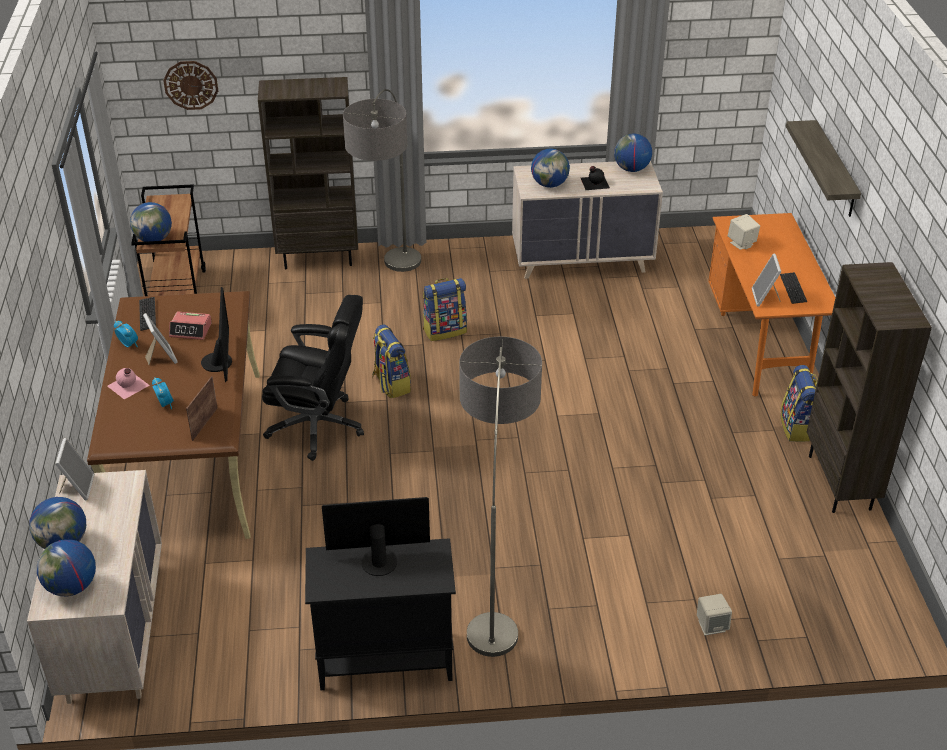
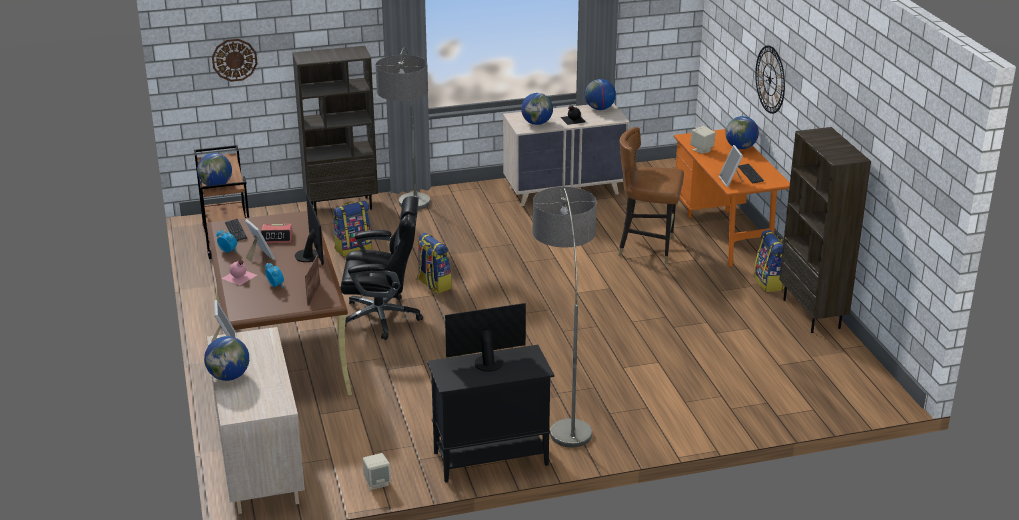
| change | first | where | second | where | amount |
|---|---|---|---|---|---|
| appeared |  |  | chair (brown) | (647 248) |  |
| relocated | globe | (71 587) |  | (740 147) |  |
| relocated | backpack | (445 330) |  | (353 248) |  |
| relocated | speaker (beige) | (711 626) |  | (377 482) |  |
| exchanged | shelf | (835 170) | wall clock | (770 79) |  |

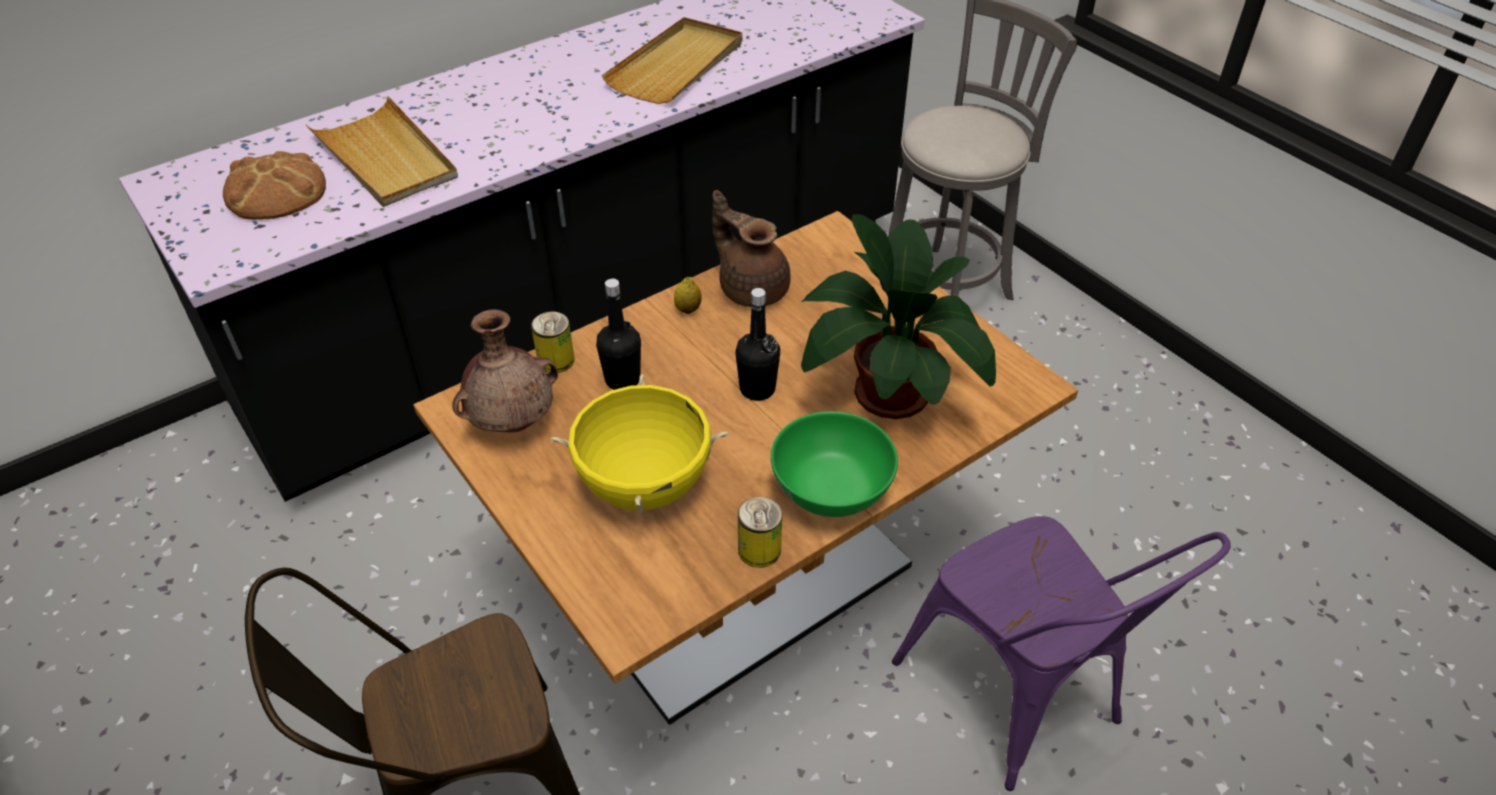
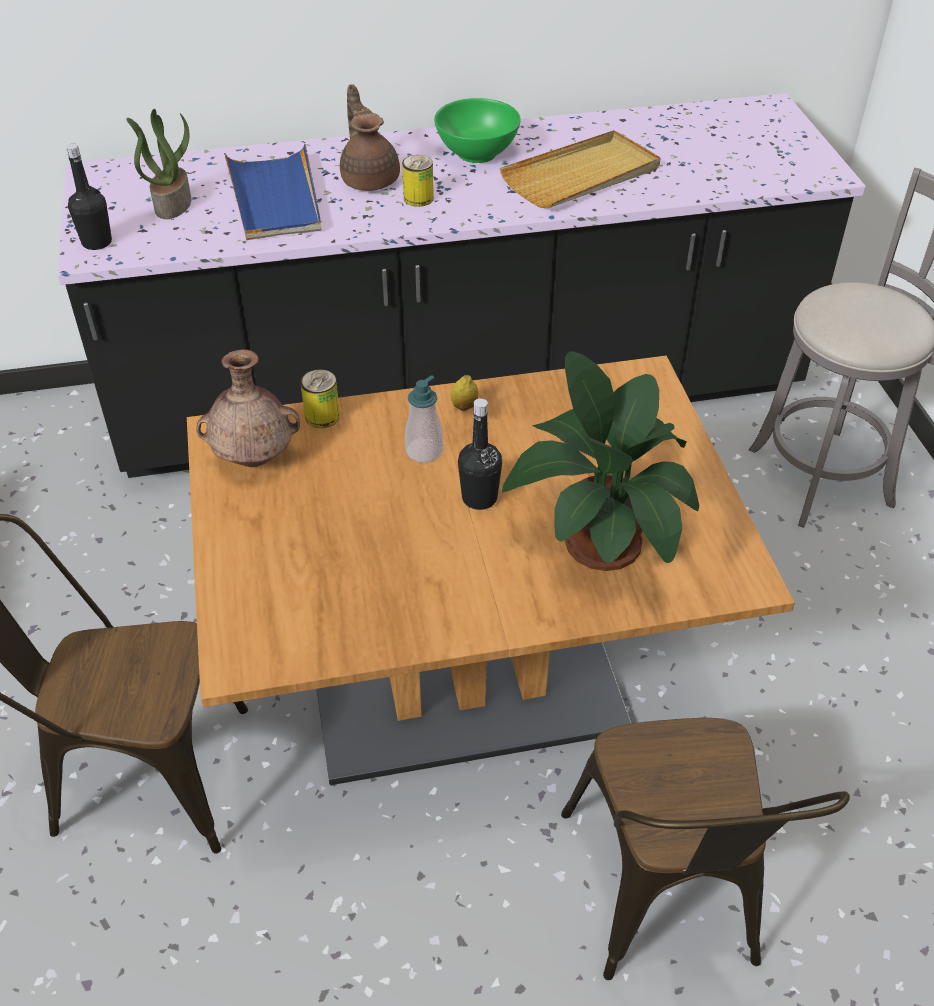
| change | first | where | second | where | amount |
|---|---|---|---|---|---|
| missing | cooking pot (yellow) | (644 485) |  |  |  |
| appeared |  |  | soap dispenser | (424 451) |  |
| relocated | bottle (black) | (622 379) |  | (97 242) |  |
| relocated | teapot (brown) | (752 288) |  | (370 179) |  |
| relocated | can | (759 550) |  | (418 198) |  |
| relocated | bowl (green) | (832 493) |  | (477 153) |  |
| exchanged | bread | (275 191) | potted plant | (172 204) |  |
| colour | tray (beige) | (385 158) | tray (blue) | (275 198) |  |
| colour | chair (purple) | (1020 701) | chair (brown) | (666 901) |  |

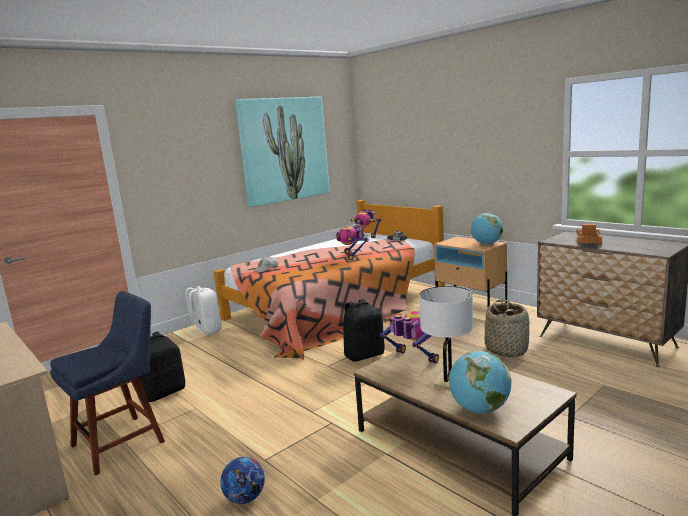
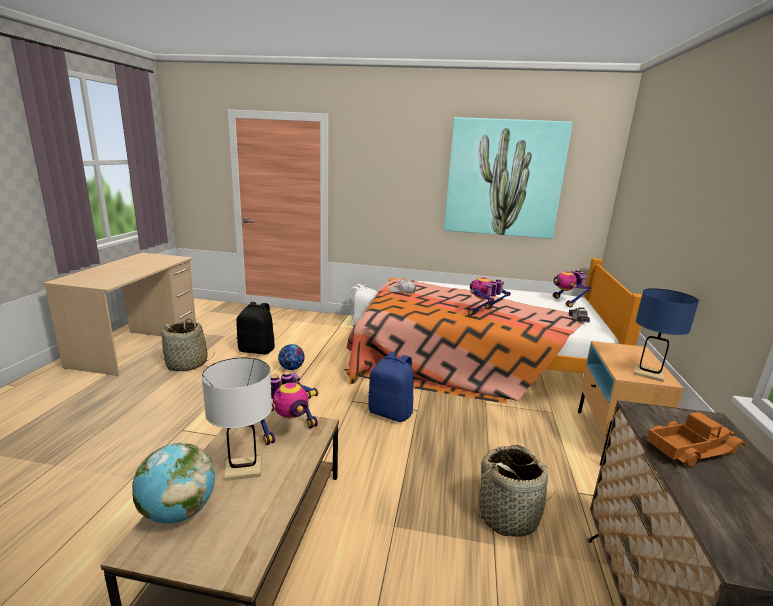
| change | first | where | second | where | amount |
|---|---|---|---|---|---|
| relocated | football | (245 498) |  | (291 368) |  |
| exchanged | chair (blue) | (123 441) | basket | (187 364) |  |
| exchanged | globe | (487 244) | table lamp (blue) | (648 374) |  |
| colour | backpack (black) | (364 355) | backpack (blue) | (391 413) |  |
| spun | toy robot | (412 359) |  | (288 430) | 45 degrees clockwise |

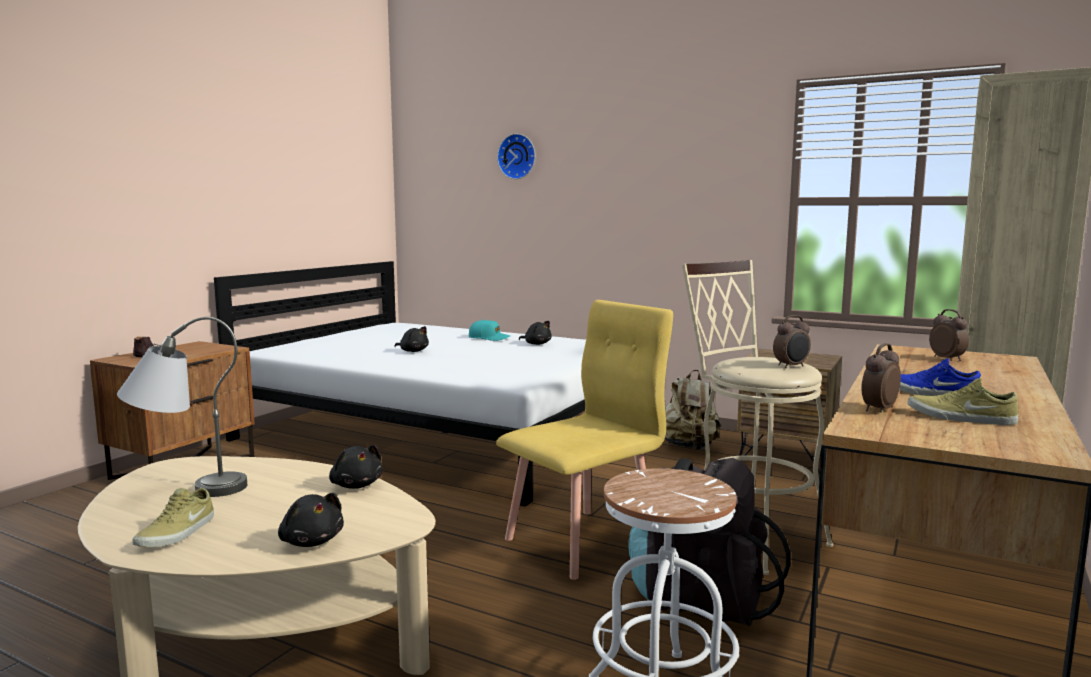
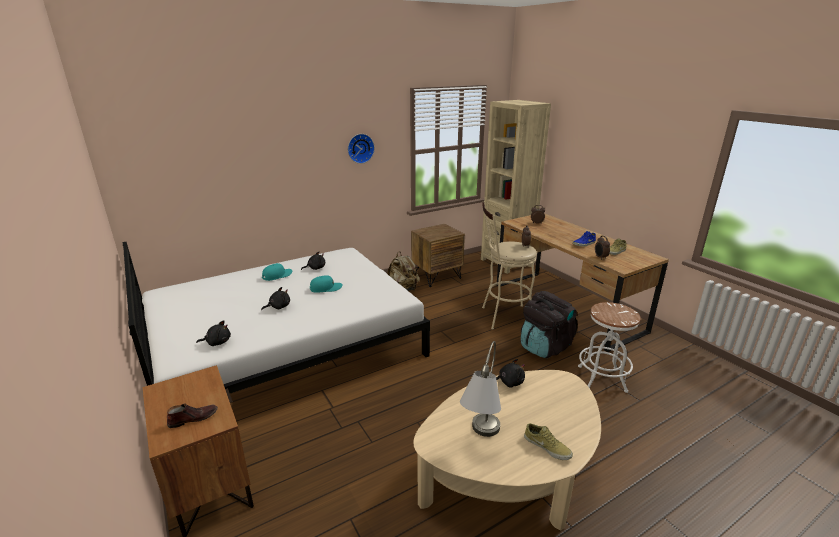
| change | first | where | second | where | amount |
|---|---|---|---|---|---|
| missing | chair (yellow) | (583 542) |  |  |  |
| appeared |  |  | cap (turquoise) | (326 288) |  |
| relocated | plush toy (black) | (311 541) |  | (217 342) |  |
| relocated | wall clock | (518 156) |  | (360 148) |  |

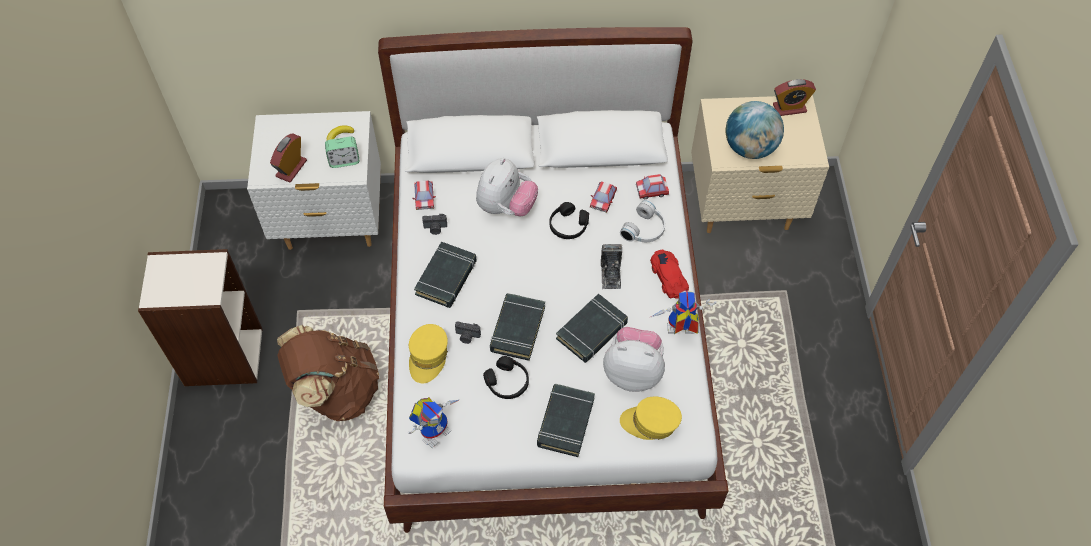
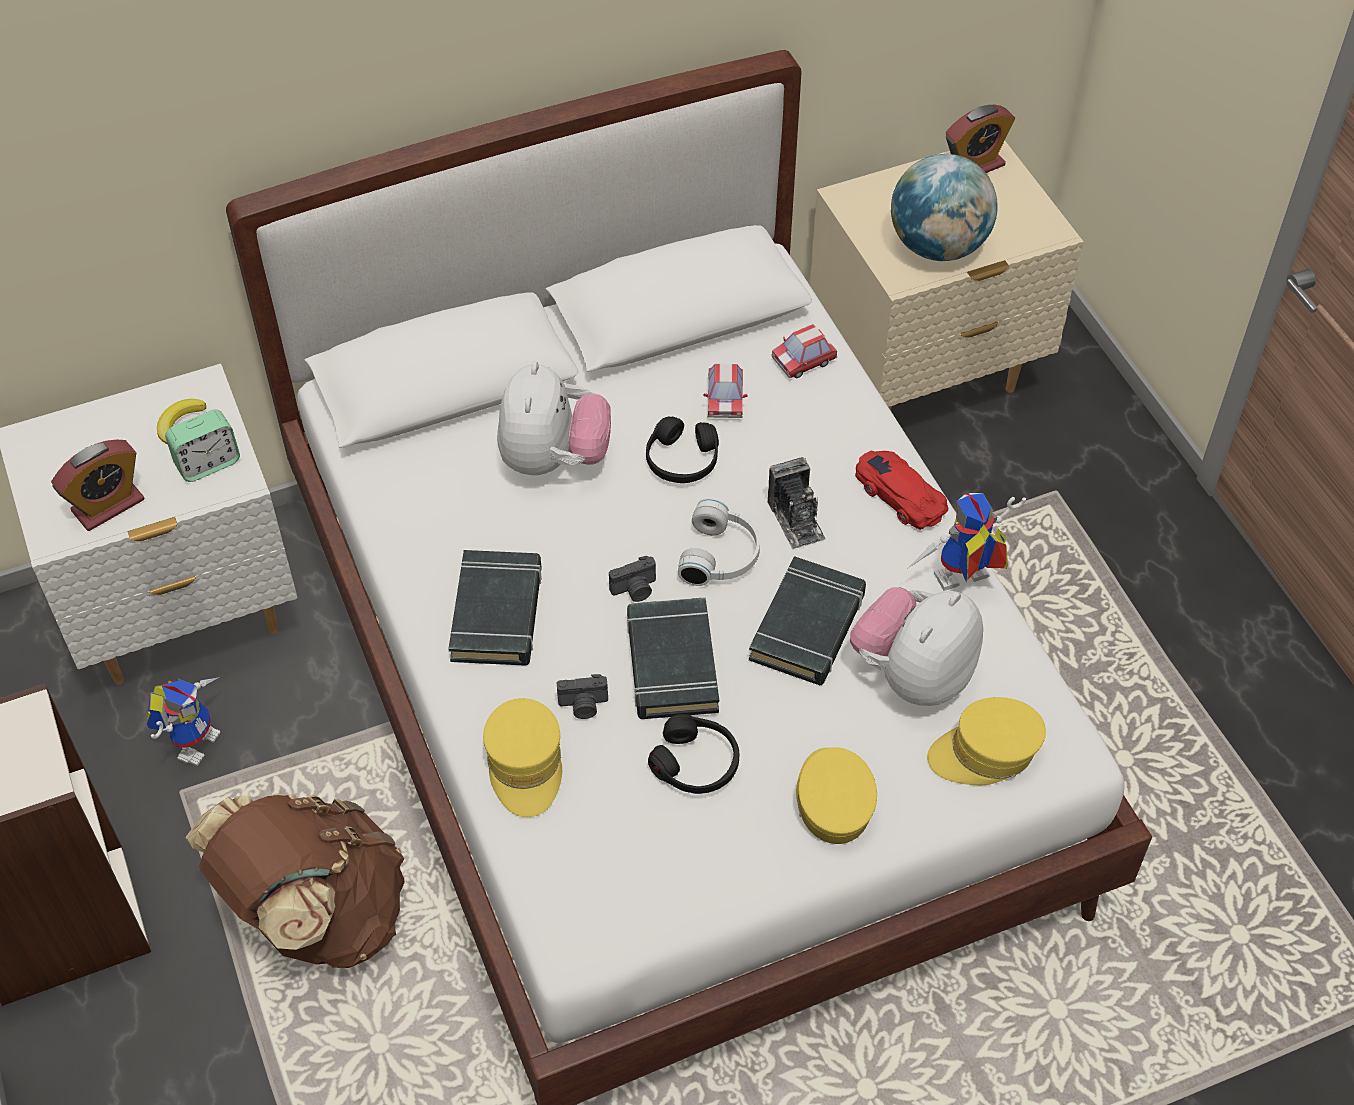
| change | first | where | second | where | amount |
|---|---|---|---|---|---|
| missing | toy car | (424 199) |  |  |  |
| relocated | toy robot | (435 430) |  | (194 740) |  |
| relocated | photo camera | (435 228) |  | (635 590) |  |
| relocated | headphones (white) | (645 230) |  | (722 556) |  |
| exchanged | book (black) | (565 422) | cap (yellow) | (833 801) |  |
| spun | alarm clock | (291 168) |  | (108 505) | 135 degrees counterclockwise |
| spun | plush toy | (633 371) |  | (913 674) | 45 degrees counterclockwise |

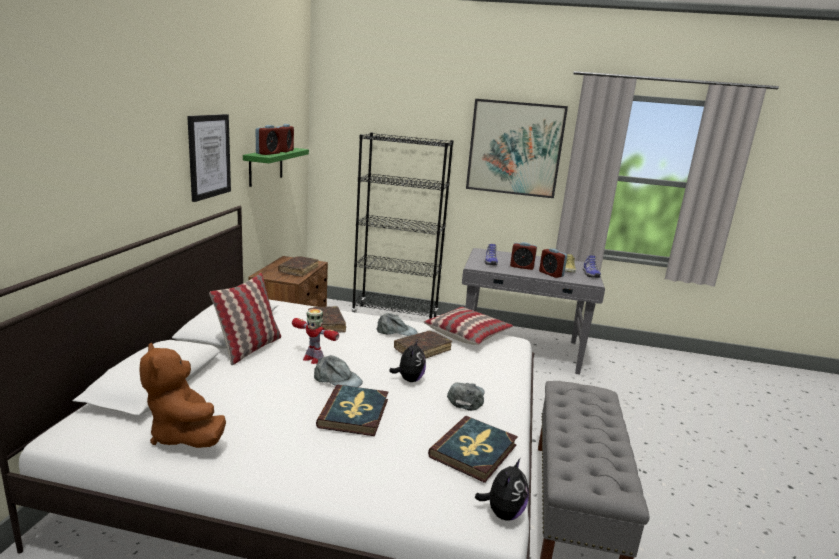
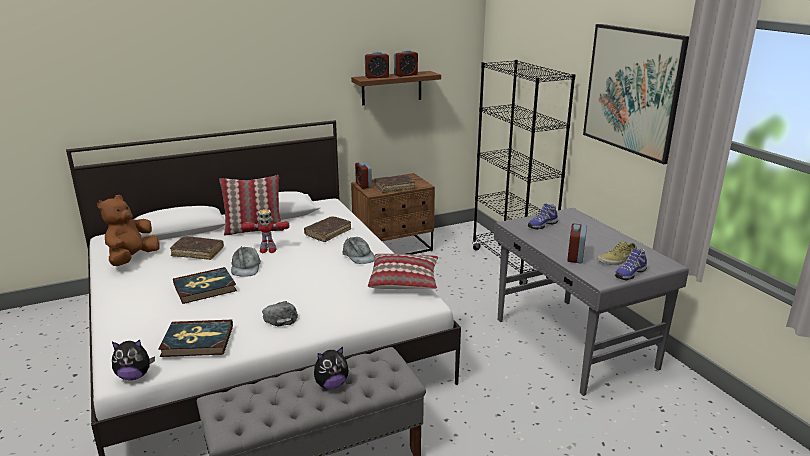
| change | first | where | second | where | amount |
|---|---|---|---|---|---|
| missing | picture | (209 156) |  |  |  |
| relocated | plush toy | (409 379) |  | (331 384) |  |
| relocated | book (brown) | (422 350) |  | (198 252) |  |
| relocated | alarm clock | (521 267) |  | (363 185) |  |
| colour | shelf (green) | (266 166) | shelf (brown) | (391 88) |  |
| spun | toy robot | (313 358) |  | (267 250) | 90 degrees counterclockwise |
| spun | cap (grey) | (466 398) |  | (279 316) | 90 degrees counterclockwise |

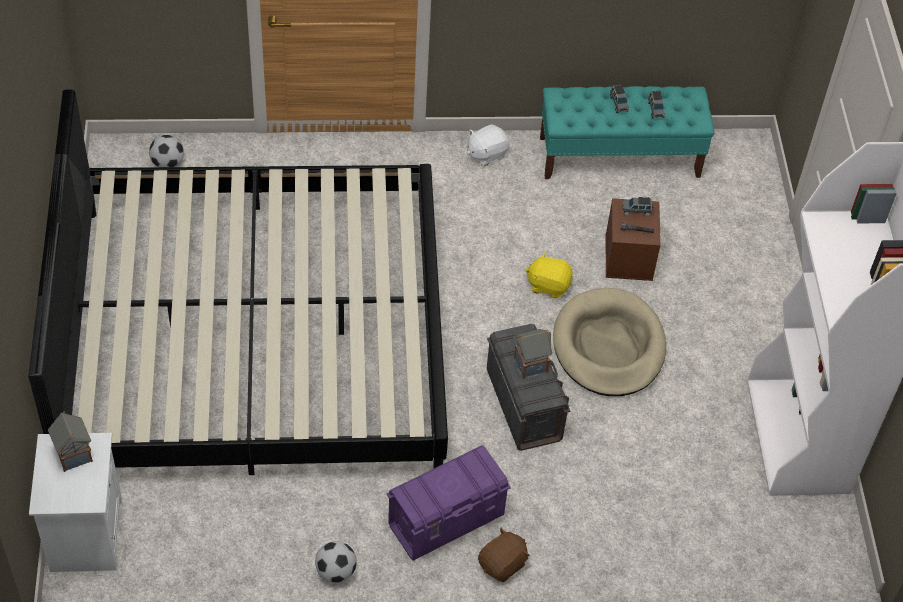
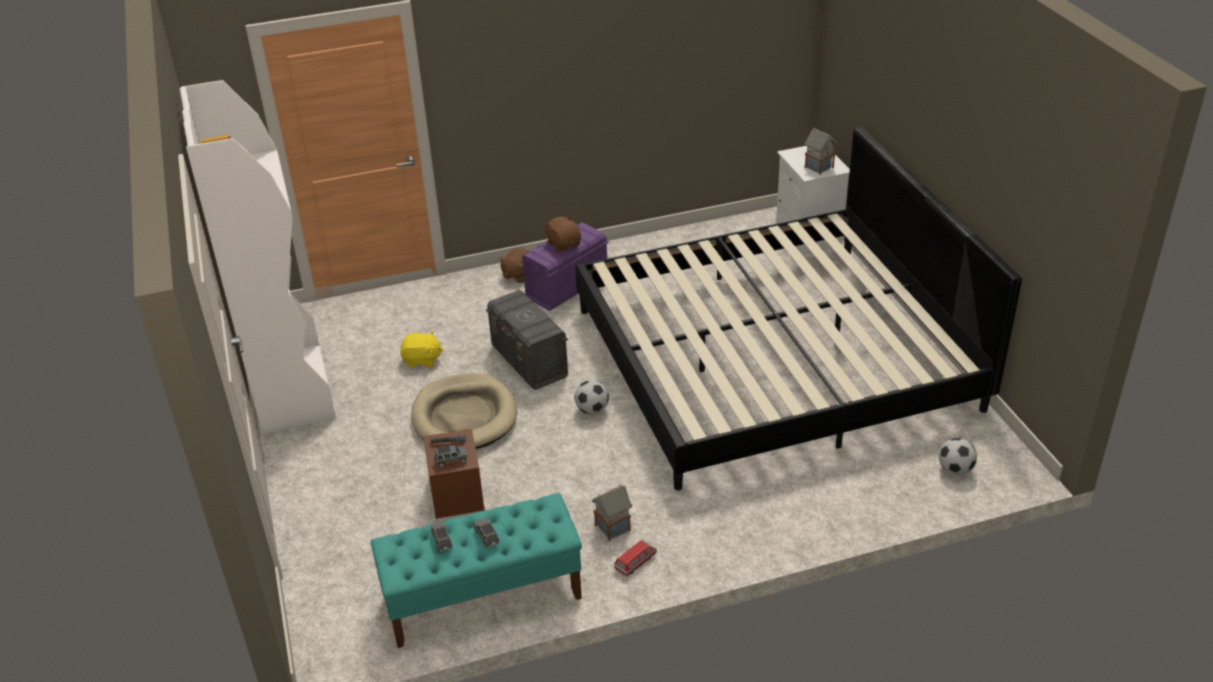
| change | first | where | second | where | amount |
|---|---|---|---|---|---|
| appeared |  |  | plush toy (brown) | (564 244) |  |
| relocated | football | (336 571) |  | (592 410) |  |
| relocated | toy house | (530 365) |  | (613 527) |  |
| relocated | plush toy (yellow) | (548 285) |  | (422 360) |  |
| exchanged | plush toy (white) | (486 154) | toy car | (635 562) |  |

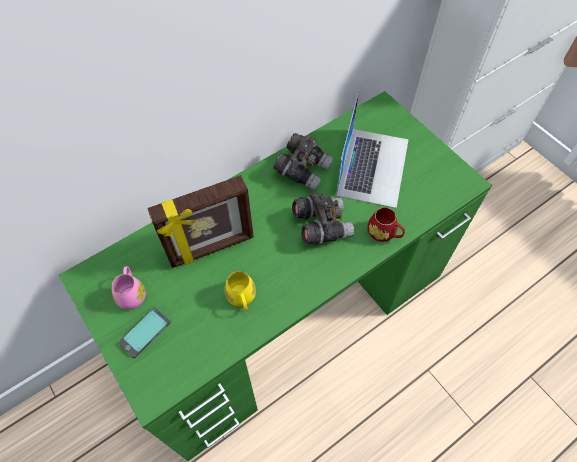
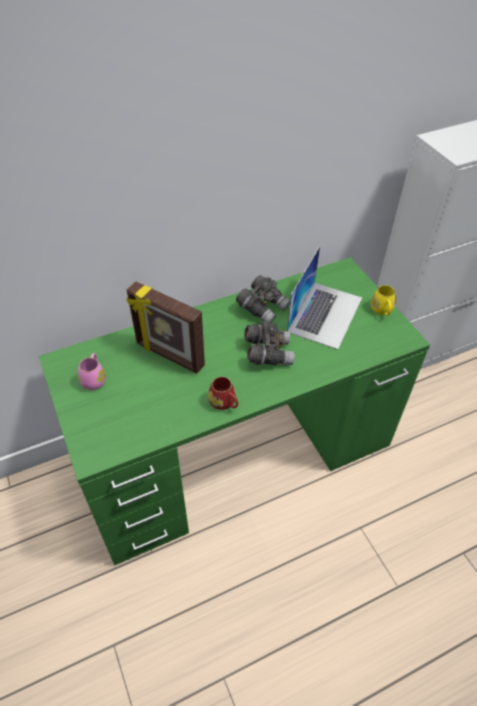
| change | first | where | second | where | amount |
|---|---|---|---|---|---|
| missing | phone | (145 333) |  |  |  |
| relocated | mug (yellow) | (242 298) |  | (382 310) |  |
| relocated | mug (red) | (384 233) |  | (224 403) |  |
| spun | picture frame | (211 248) |  | (169 355) | 45 degrees clockwise |

